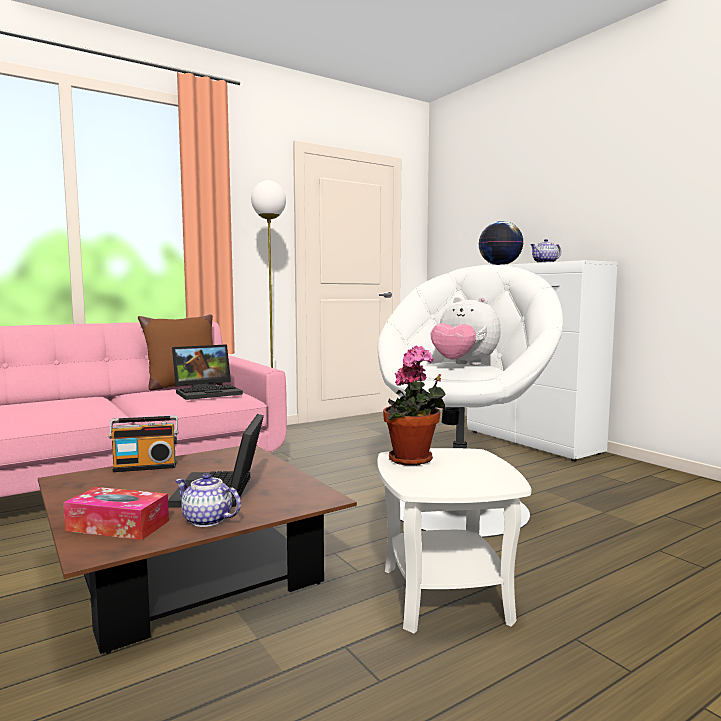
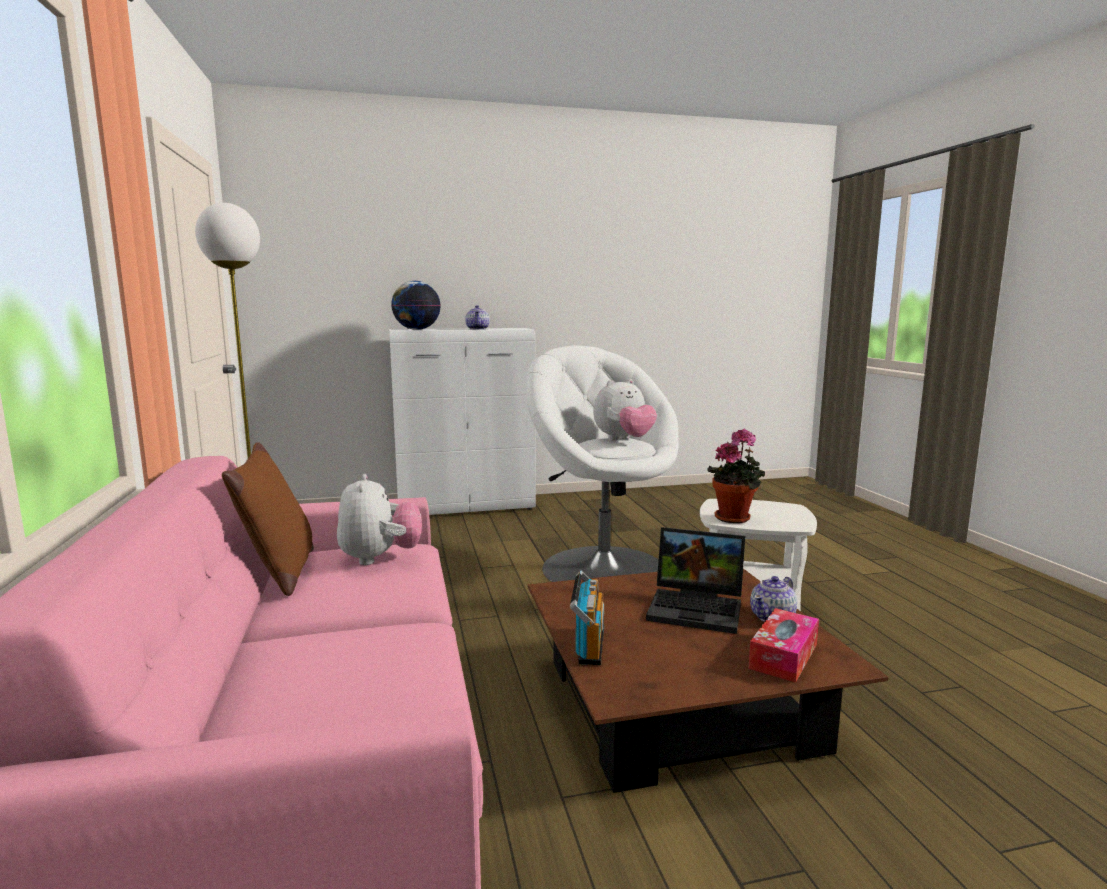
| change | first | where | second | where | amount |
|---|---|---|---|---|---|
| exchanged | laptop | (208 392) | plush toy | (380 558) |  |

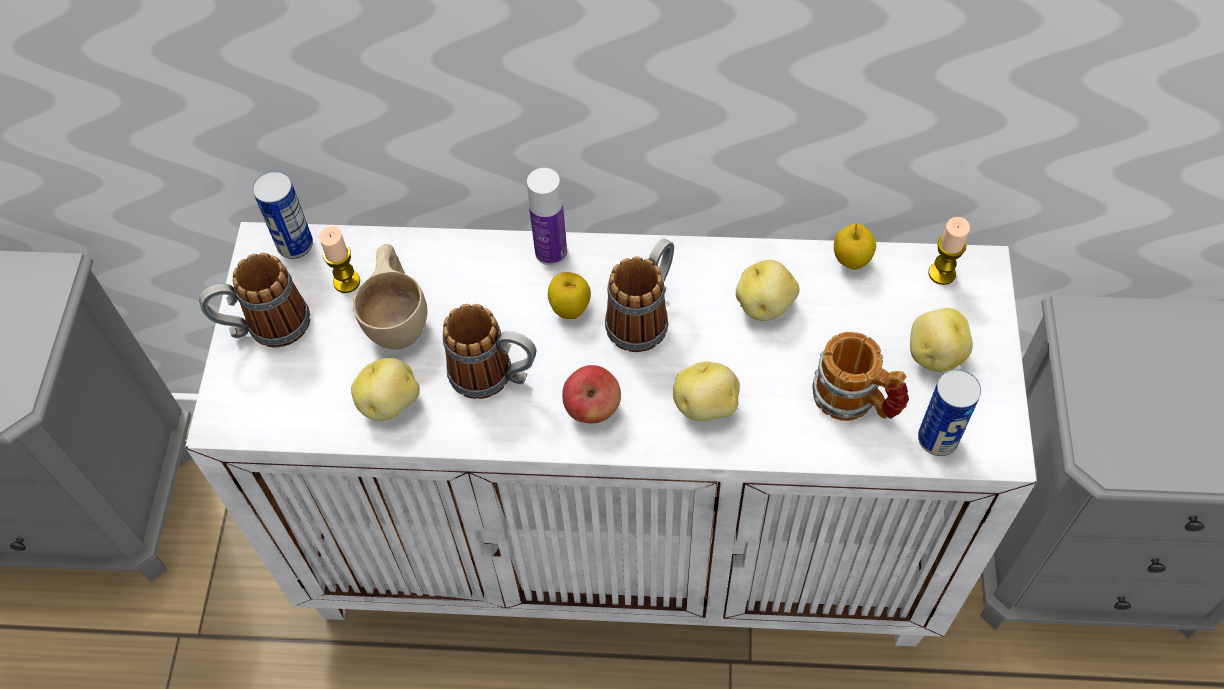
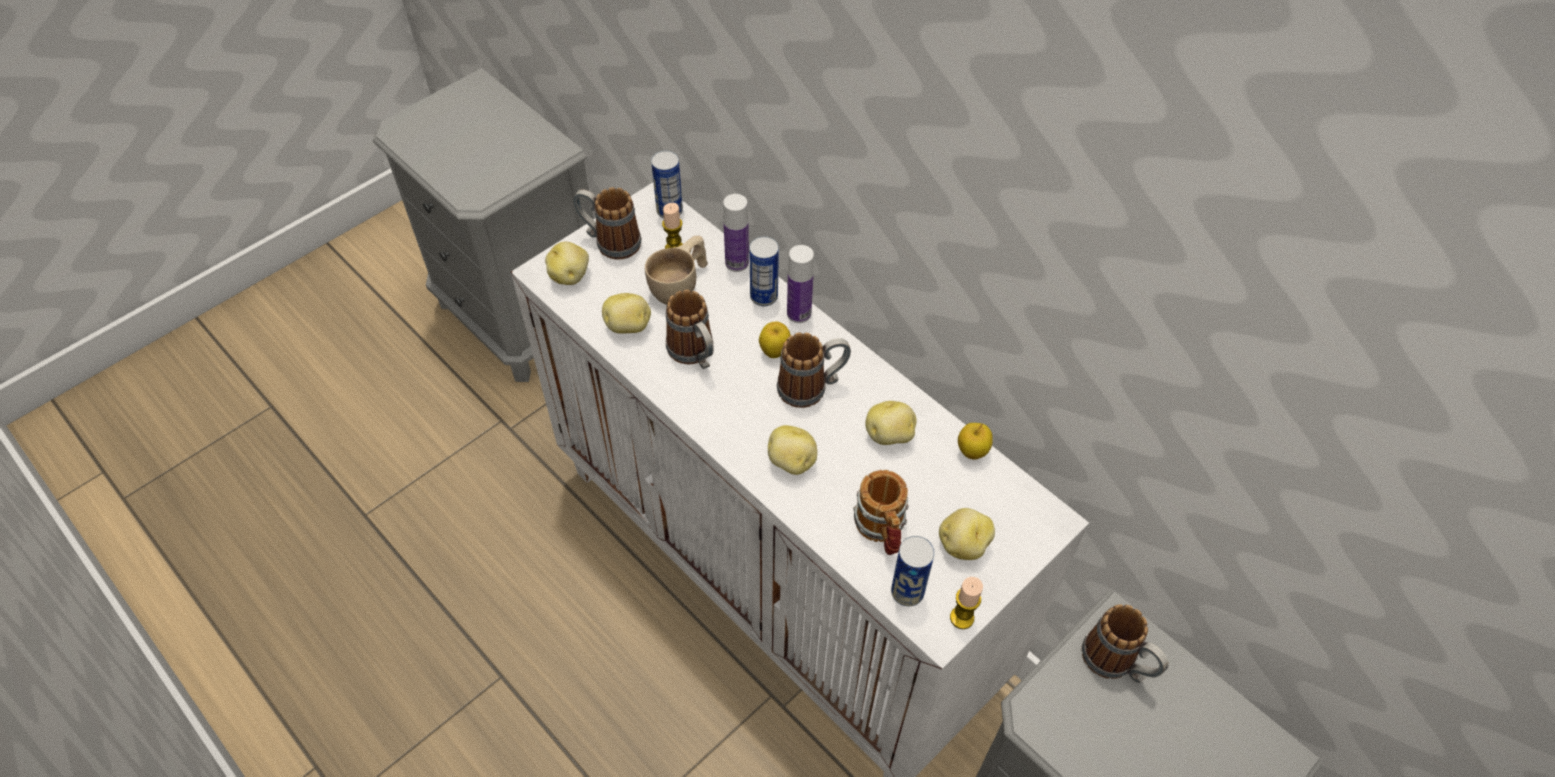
| change | first | where | second | where | amount |
|---|---|---|---|---|---|
| missing | apple | (592 408) |  |  |  |
| appeared |  |  | potato | (570 275) |  |
| appeared |  |  | bottle | (737 263) |  |
| appeared |  |  | can | (764 296) |  |
| appeared |  |  | mug | (1117 664) |  |
| relocated | candle | (942 273) |  | (962 618) |  |

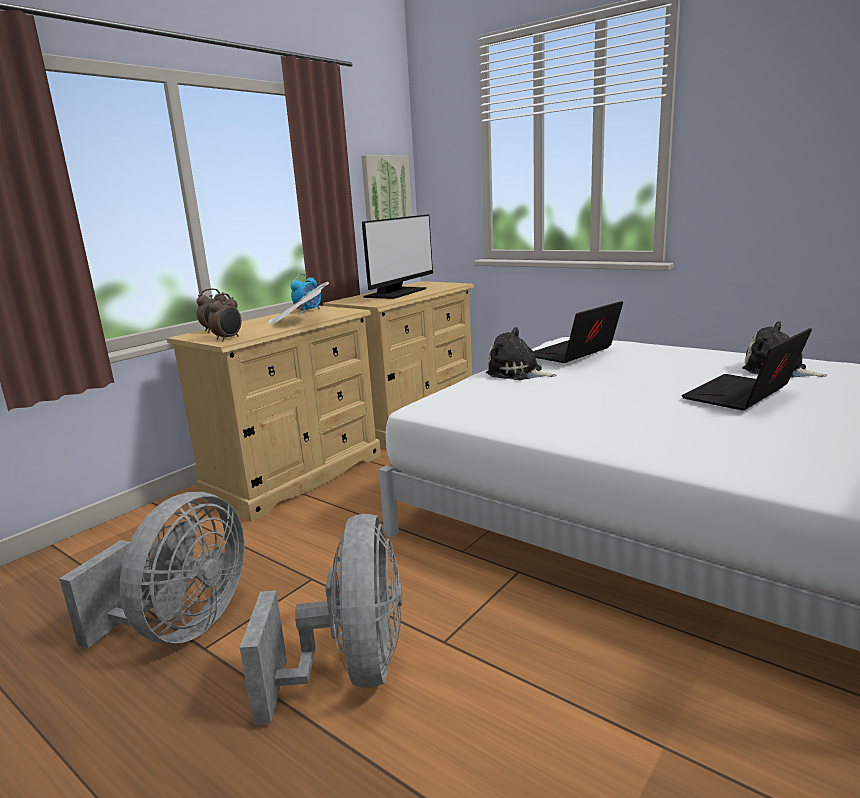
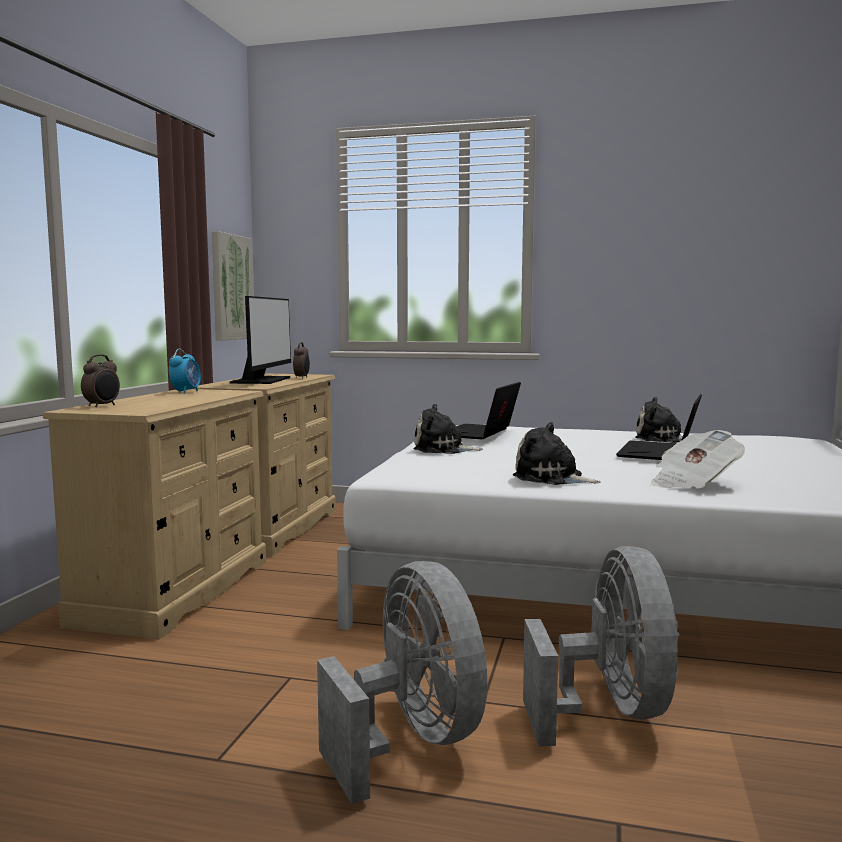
| change | first | where | second | where | amount |
|---|---|---|---|---|---|
| appeared |  |  | plush toy | (551 478) |  |
| relocated | fan (grey) | (181 627) |  | (610 711) |  |
| relocated | alarm clock | (228 338) |  | (302 377) |  |
| relocated | newspaper | (299 321) |  | (693 483) |  |

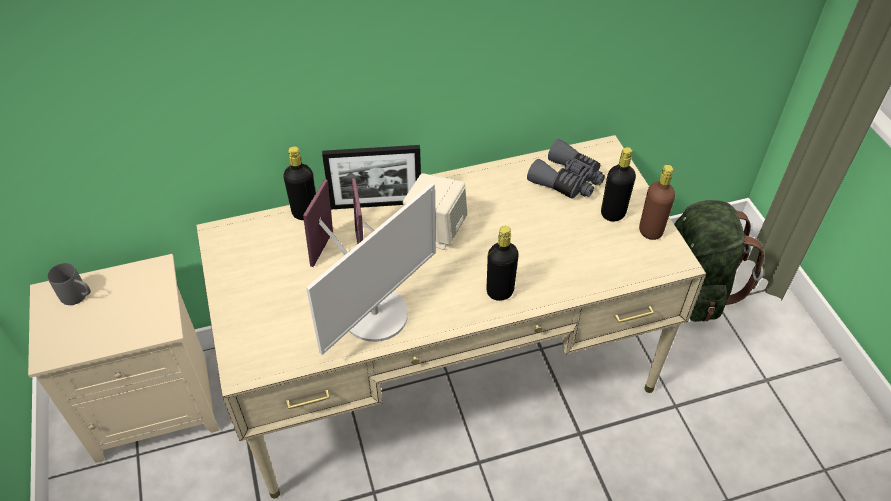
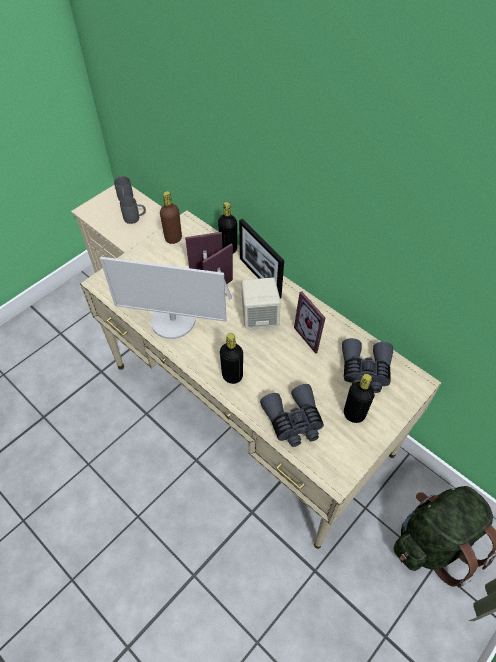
| change | first | where | second | where | amount |
|---|---|---|---|---|---|
| appeared |  |  | mug (grey) | (135 218) |  |
| appeared |  |  | binoculars (grey) | (293 421) |  |
| appeared |  |  | picture frame | (313 335) |  |
| relocated | bottle (brown) | (650 231) |  | (173 238) |  |

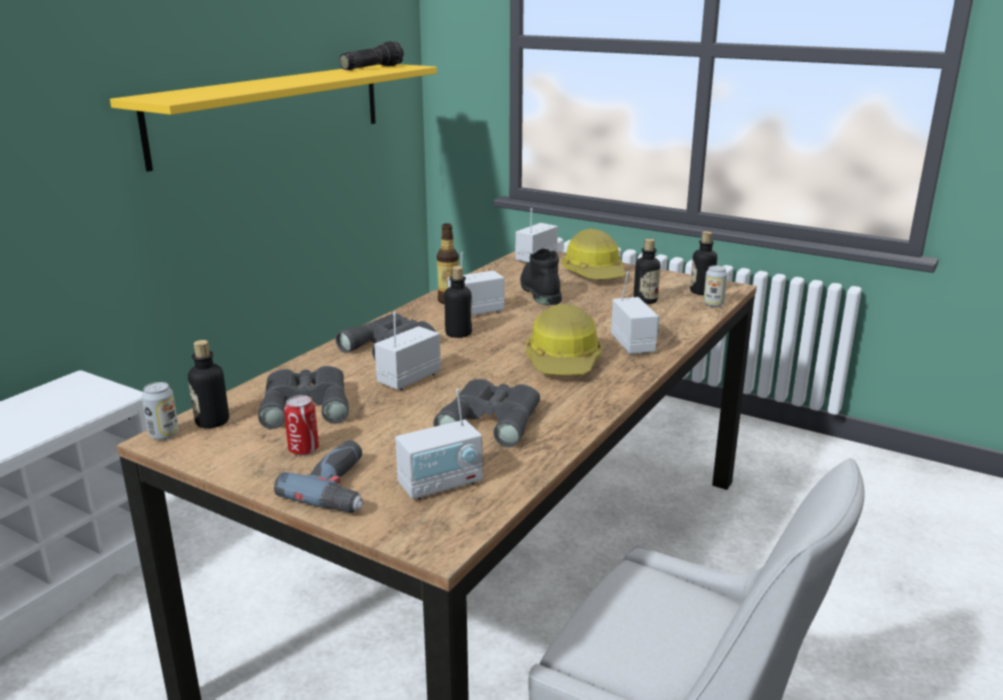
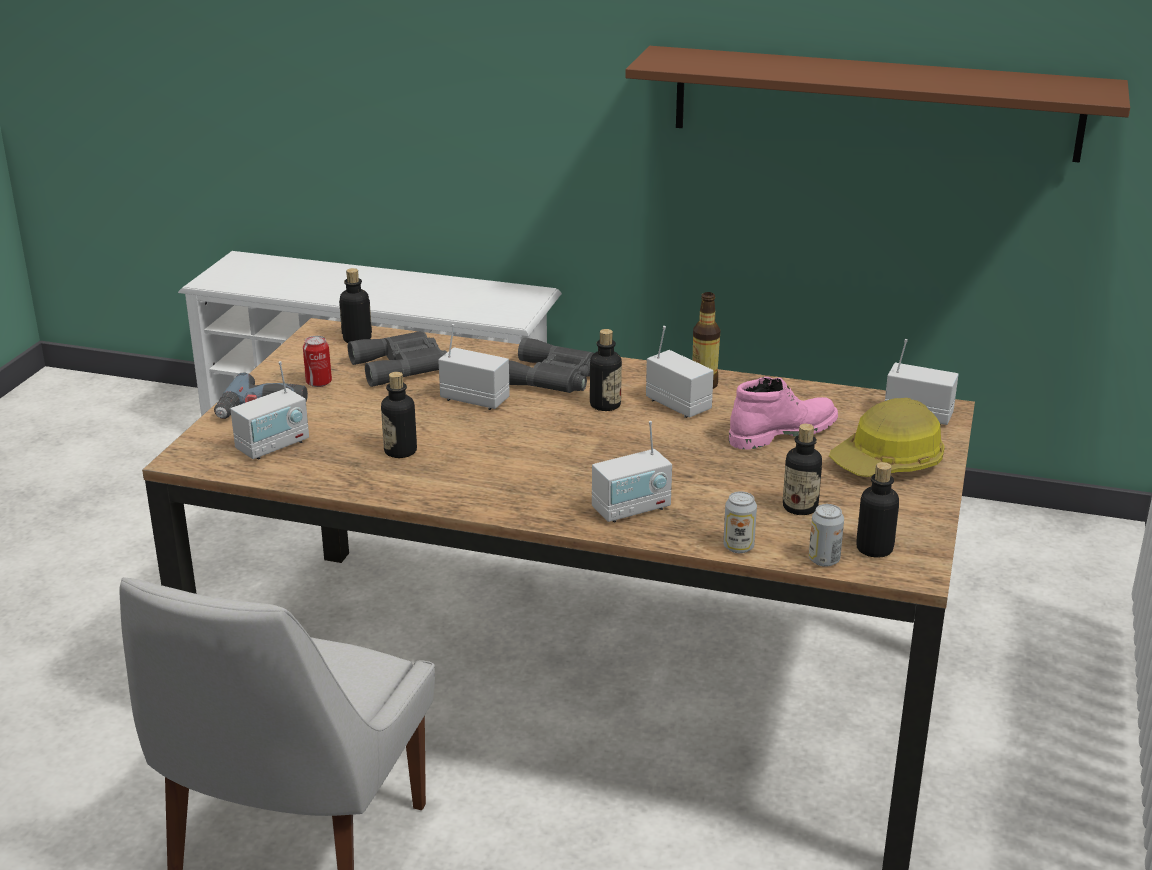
| change | first | where | second | where | amount |
|---|---|---|---|---|---|
| missing | flashlight | (371 67) |  |  |  |
| missing | hard hat | (564 362) |  |  |  |
| relocated | can | (164 434) |  | (738 547) |  |
| exchanged | binoculars (grey) | (492 419) | bottle | (400 451) |  |
| colour | shelf (yellow) | (272 111) | shelf (brown) | (875 103) |  |
| colour | boot (black) | (539 291) | boot (pink) | (781 432) |  |
| spun | radio | (441 484) |  | (273 446) | 90 degrees counterclockwise |

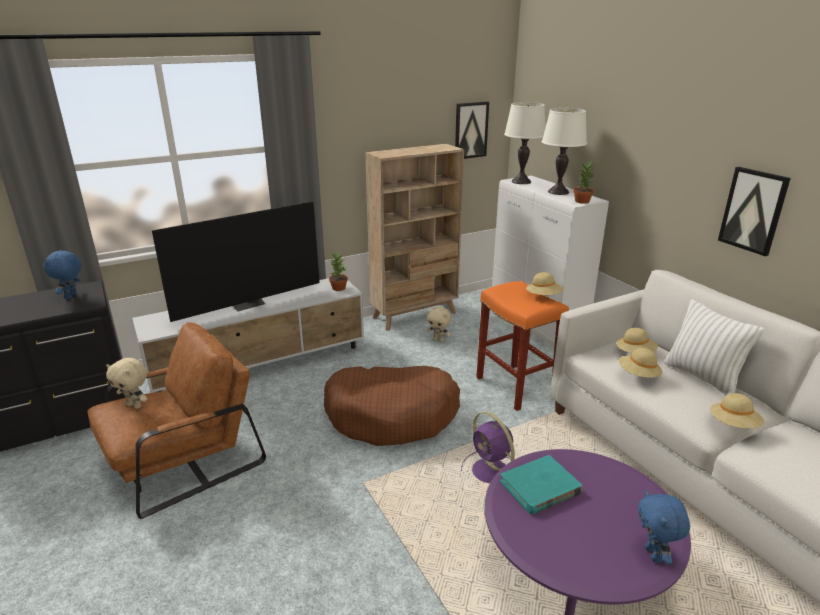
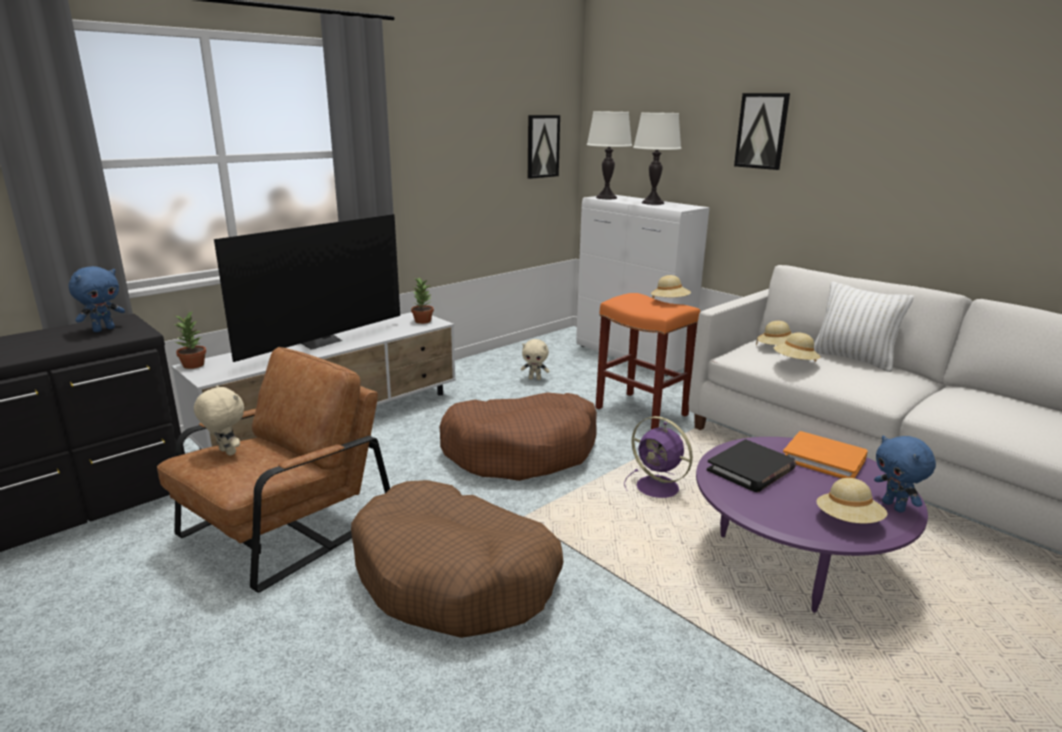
| change | first | where | second | where | amount |
|---|---|---|---|---|---|
| missing | bookcase (beige) | (415 315) |  |  |  |
| appeared |  |  | dog bed (brown) | (455 577) |  |
| appeared |  |  | book (orange) | (824 459) |  |
| relocated | potted plant | (582 201) |  | (194 365) |  |
| relocated | hat (beige) | (733 425) |  | (848 521) |  |
| relocated | picture | (753 210) |  | (762 131) |  |
| colour | book (turquoise) | (540 488) | book (black) | (751 470) |  |
| spun | plush toy (blue) | (71 296) |  | (104 329) | 135 degrees counterclockwise |
| spun | plush toy (beige) | (135 405) |  | (226 452) | 150 degrees counterclockwise |

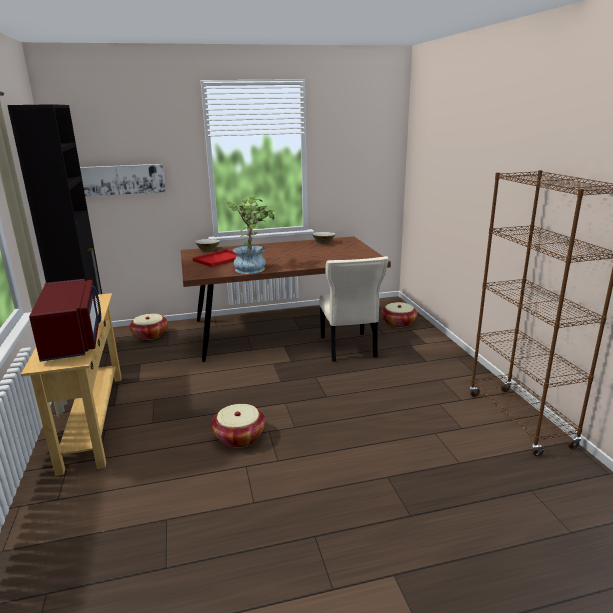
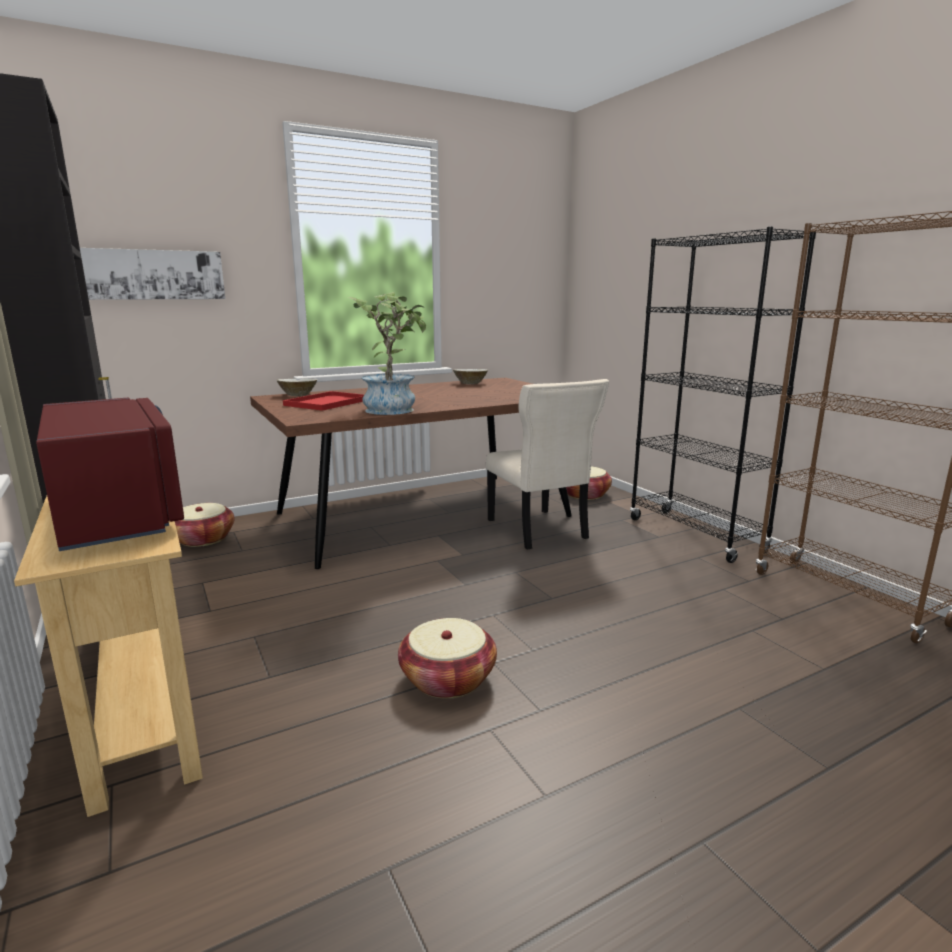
| change | first | where | second | where | amount |
|---|---|---|---|---|---|
| appeared |  |  | bookcase (black) | (695 535) |  |

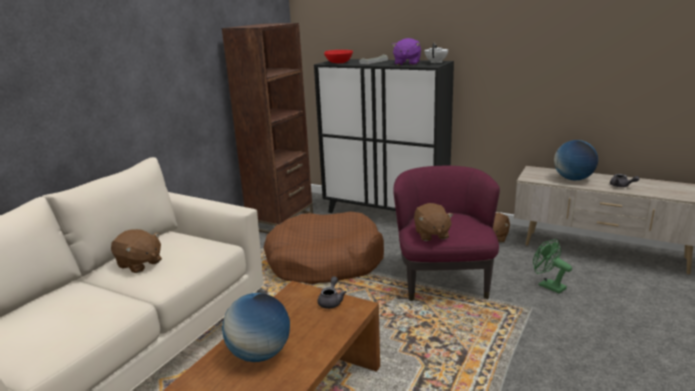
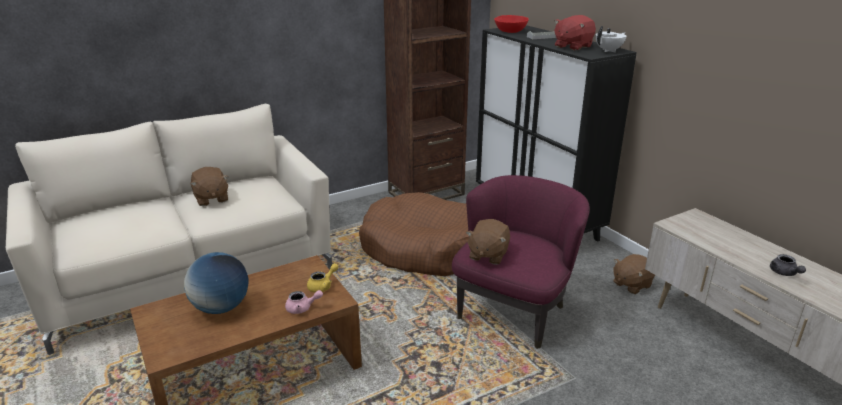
| change | first | where | second | where | amount |
|---|---|---|---|---|---|
| missing | fan (green) | (548 285) |  |  |  |
| missing | globe | (573 179) |  |  |  |
| appeared |  |  | teapot (pink) | (302 308) |  |
| colour | teapot (grey) | (331 301) | teapot (yellow) | (323 286) |  |
| colour | plush toy (purple) | (406 64) | plush toy (red) | (572 47) |  |

